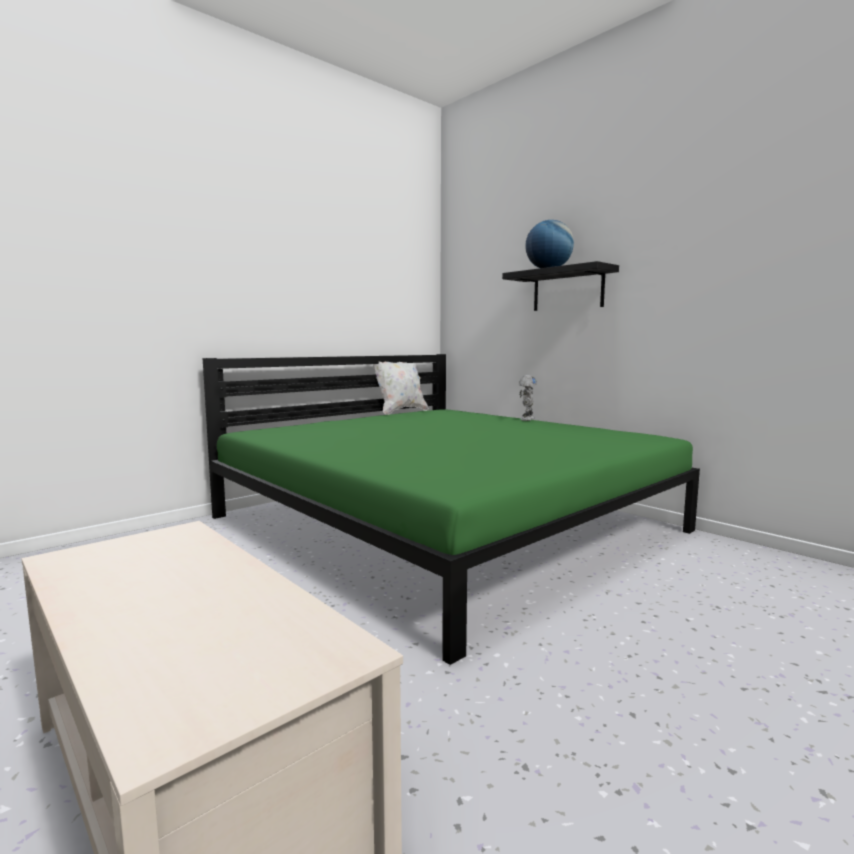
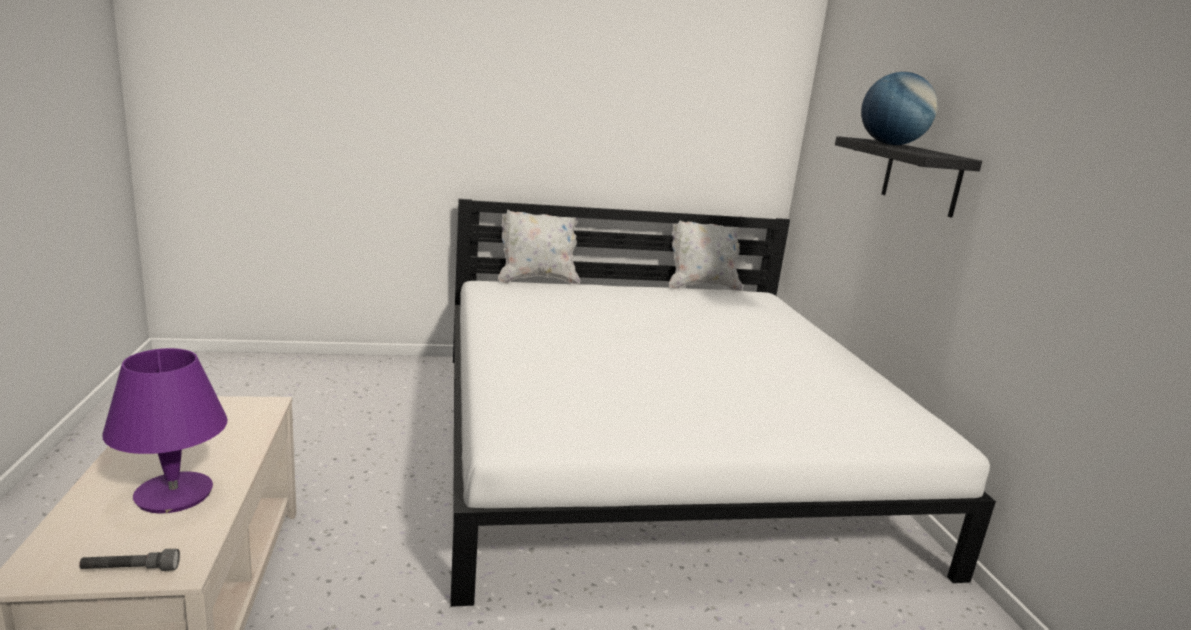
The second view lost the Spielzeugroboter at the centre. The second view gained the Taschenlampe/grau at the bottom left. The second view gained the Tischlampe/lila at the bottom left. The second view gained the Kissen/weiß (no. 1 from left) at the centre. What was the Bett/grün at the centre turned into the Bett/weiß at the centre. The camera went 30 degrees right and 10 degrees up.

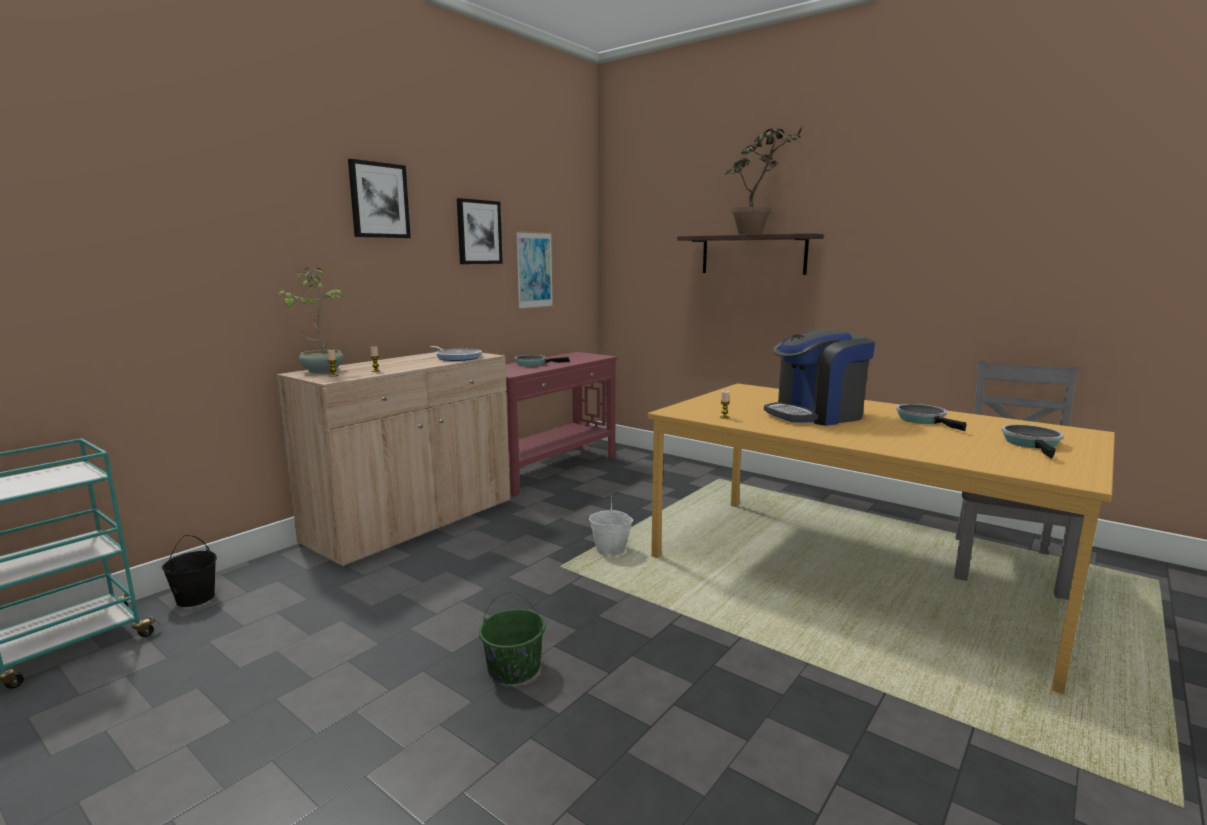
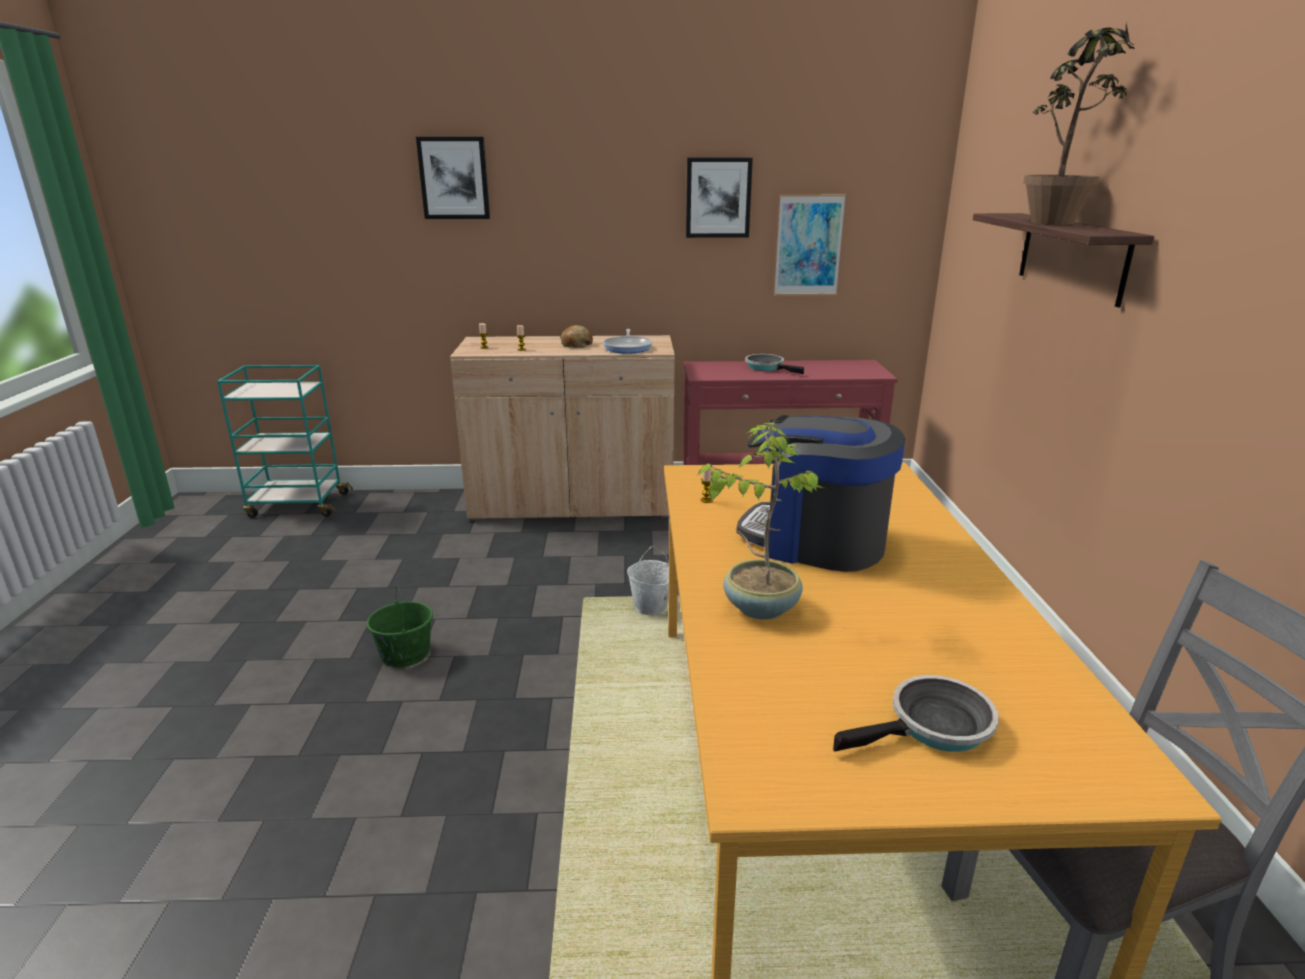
The second view lost the Eimer/schwarz at the bottom left. The second view lost the Pfanne (no. 3 from left) at the middle right. The second view gained the Brot at the centre. The Topfpflanze (no. 1 from left) ended up elsewhere, having gone from the middle left to the centre. The Bild (no. 1 from left) ended up elsewhere, having gone from the top left to the top centre. The camera went 50 degrees right and 10 degrees up.

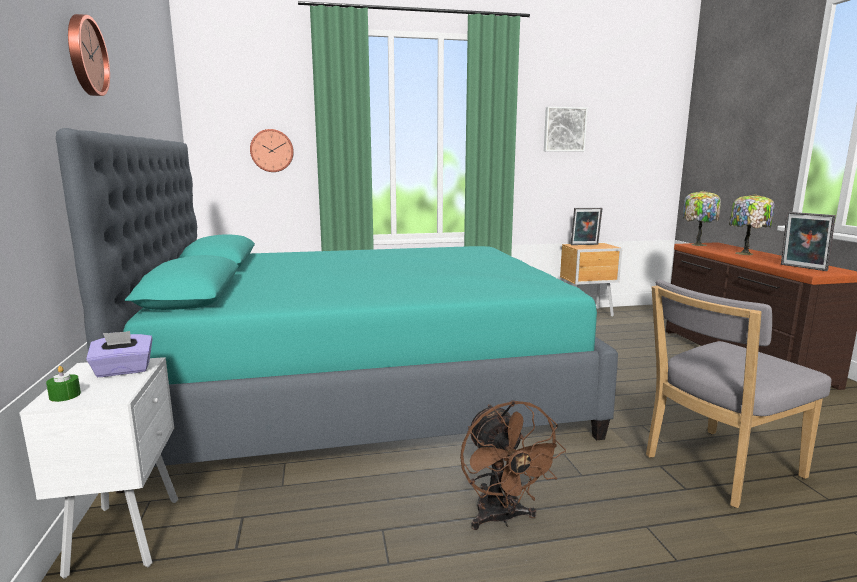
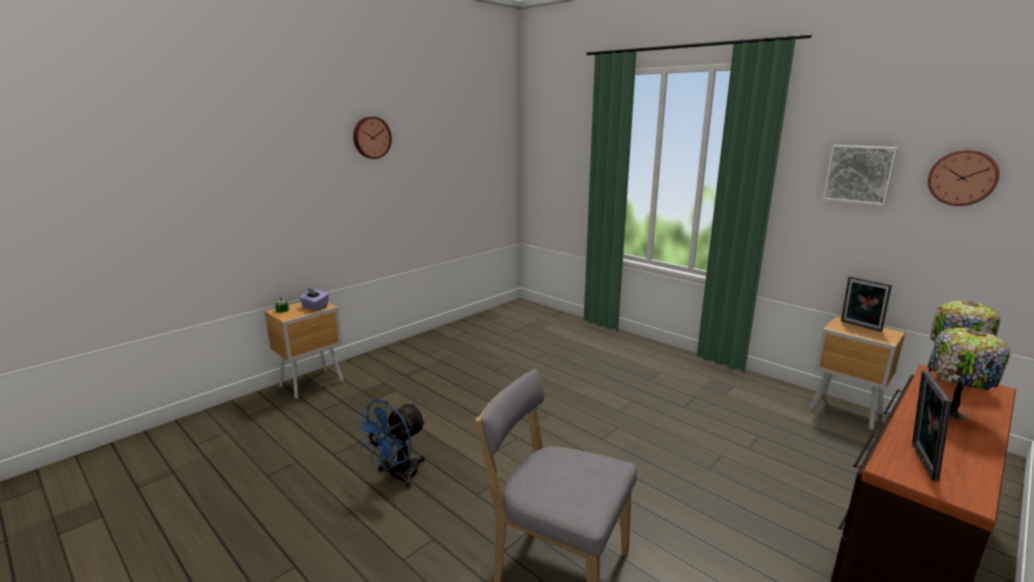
The second view lost the Bett/türkis at the centre. The Wanduhr (no. 2 from left) ended up elsewhere, having gone from the top left to the top right. What was the Nachttisch/weiß at the bottom left turned into the Nachttisch/braun (no. 1 from left) at the middle left. What was the Ventilator/braun at the bottom centre turned into the Ventilator/blau at the bottom centre. The camera went 55 degrees right and 5 degrees up.

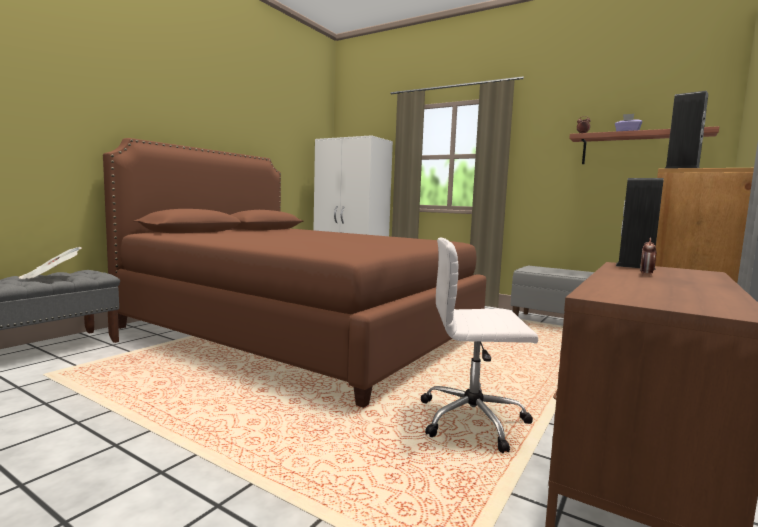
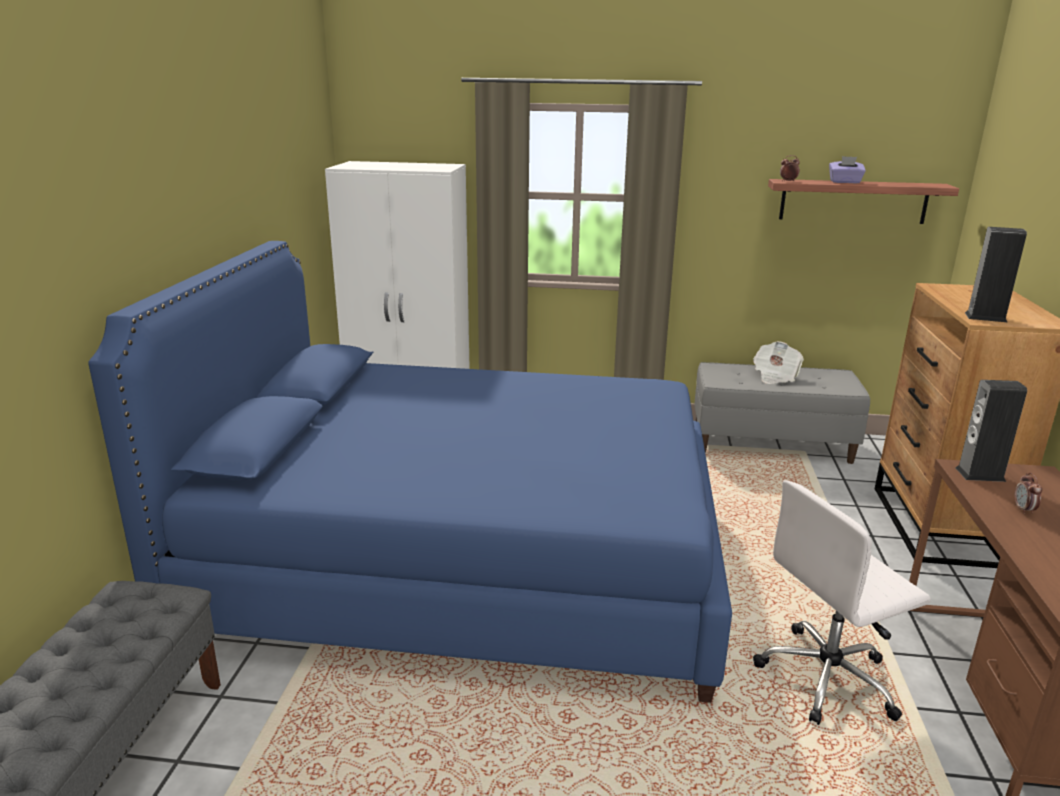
The Zeitung ended up elsewhere, having gone from the middle left to the middle right. What was the Bett/braun at the centre turned into the Bett/blau at the centre. The camera went 25 degrees left and 15 degrees up.

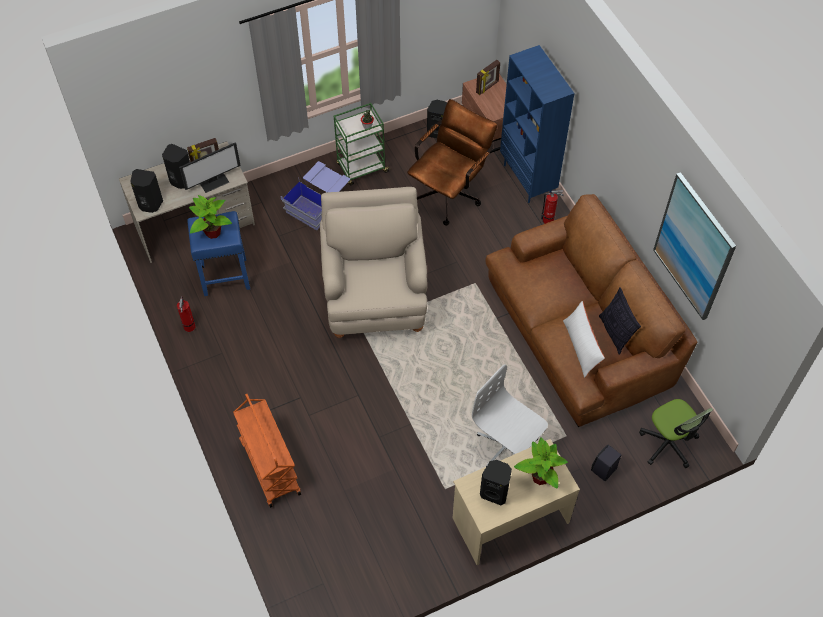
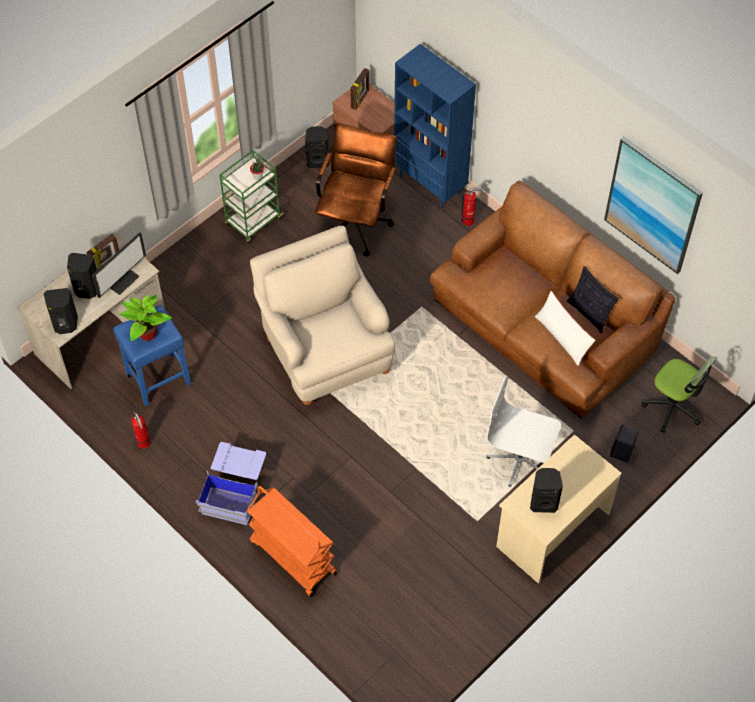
The second view lost the Topfpflanze (no. 3 from left) at the bottom centre. The Aufbewahrungsbox/blau ended up elsewhere, having gone from the top centre to the bottom left. The camera went 20 degrees left and 0 degrees up.

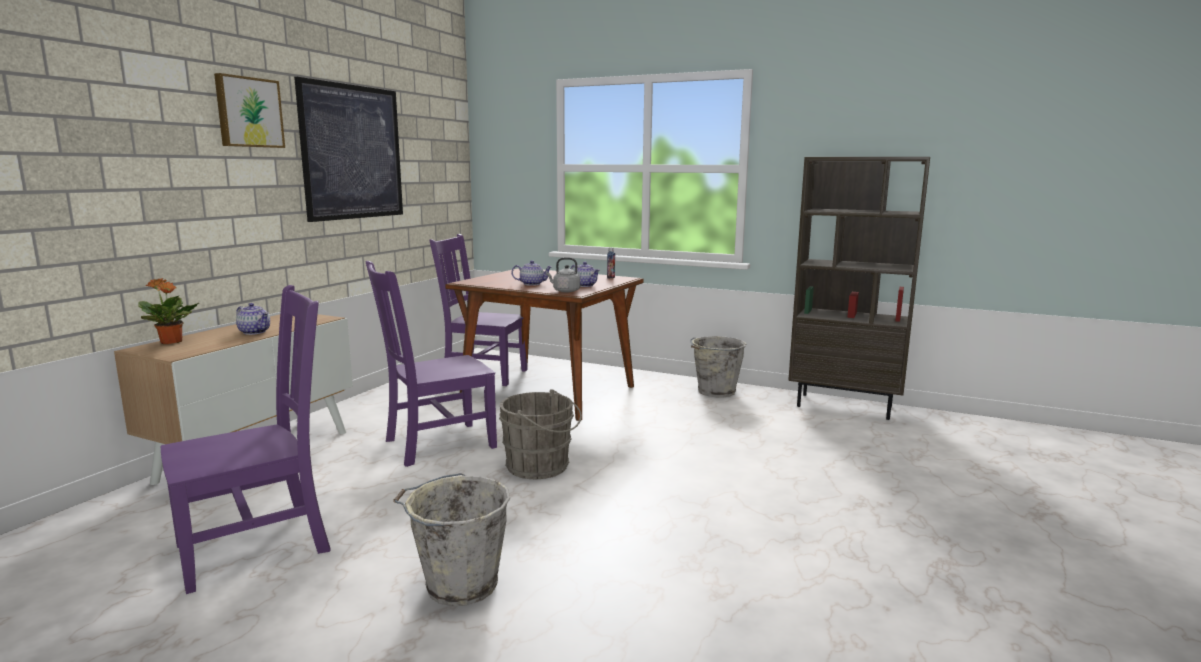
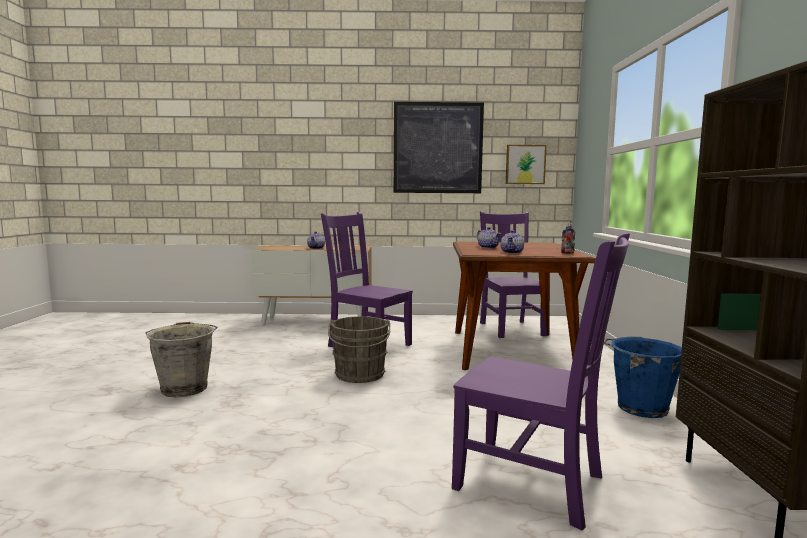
The second view lost the Topfpflanze at the middle left. The second view lost the Wasserkessel/grau at the centre. The Stuhl/lila (no. 1 from left in the first image) ended up elsewhere, having gone from the middle left to the bottom right. The Bild (no. 1 from left in the first image) ended up elsewhere, having gone from the top left to the top centre. What was the Eimer/grau (no. 3 from left) at the centre turned into the Eimer/blau at the bottom right. The camera went 65 degrees right and 5 degrees down.

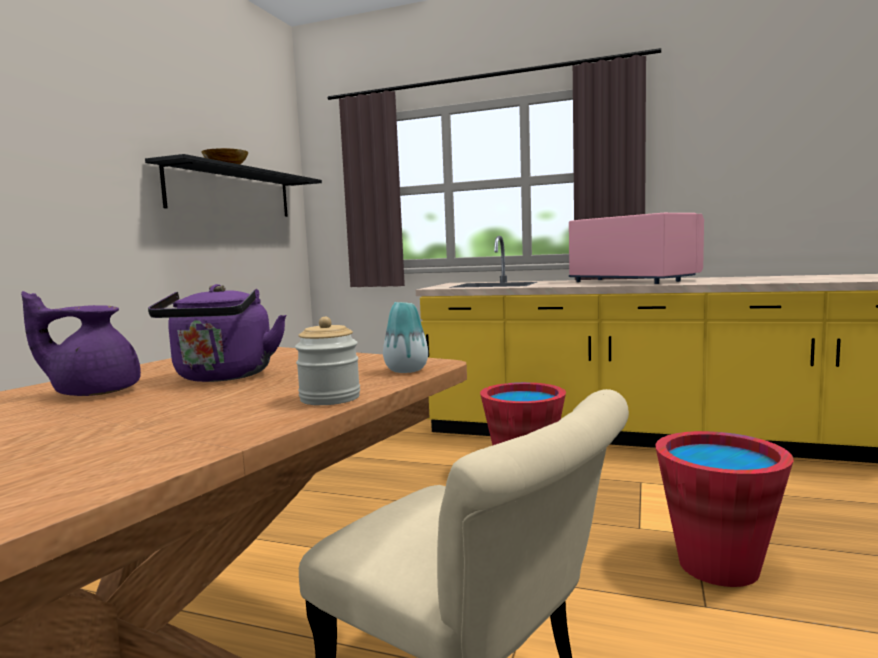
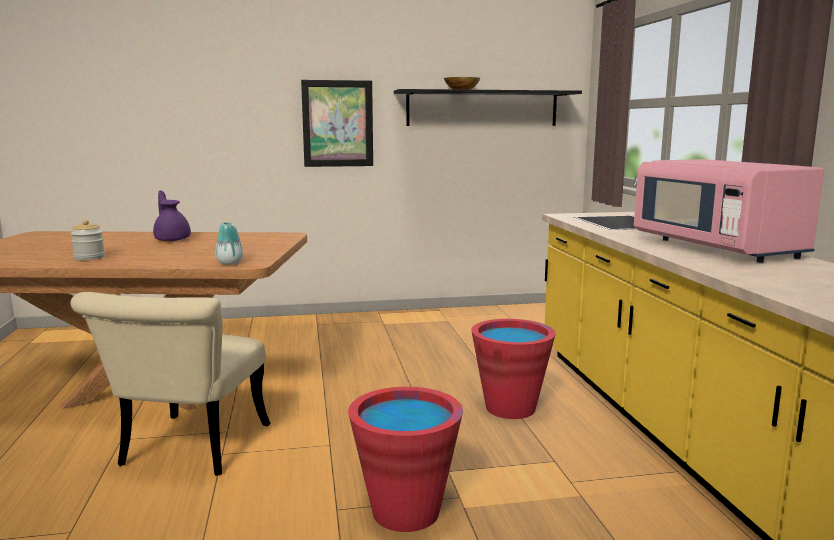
The second view lost the Wasserkessel/lila at the middle left. The second view gained the Bild at the top centre. The Vorratsglas ended up elsewhere, having gone from the centre to the middle left. The Mikrowelle/rosa at the middle right ended up facing another way, 135 degrees clockwise from before. The camera went 60 degrees right and 5 degrees up.

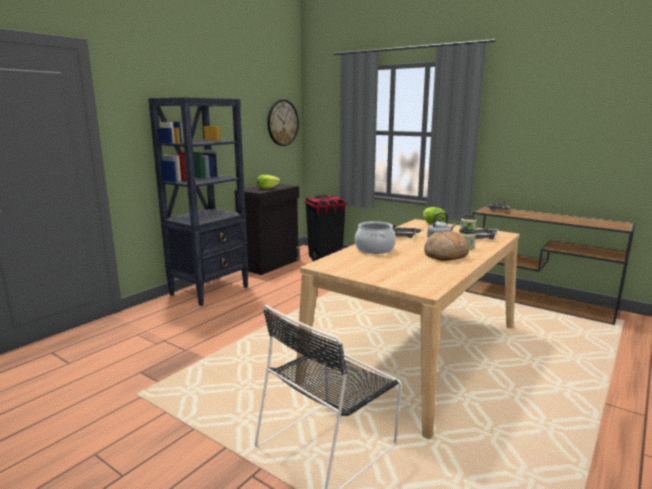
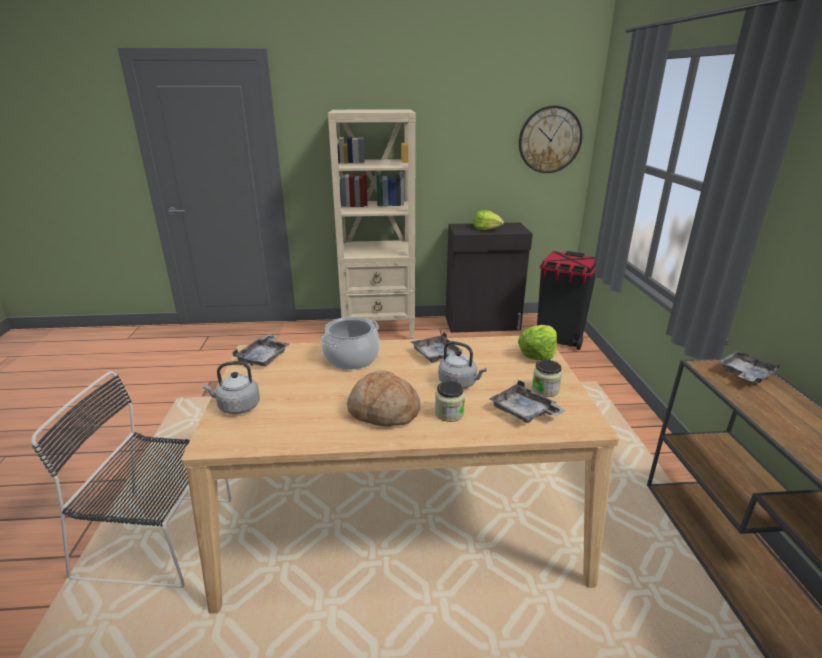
The second view gained the Wasserkessel/grau (no. 1 from left) at the middle left. The second view gained the Tablett/grau (no. 1 from left) at the middle left. What was the Bücherregal/schwarz at the middle left turned into the Bücherregal/beige at the centre. The camera went 50 degrees right and 10 degrees up.

